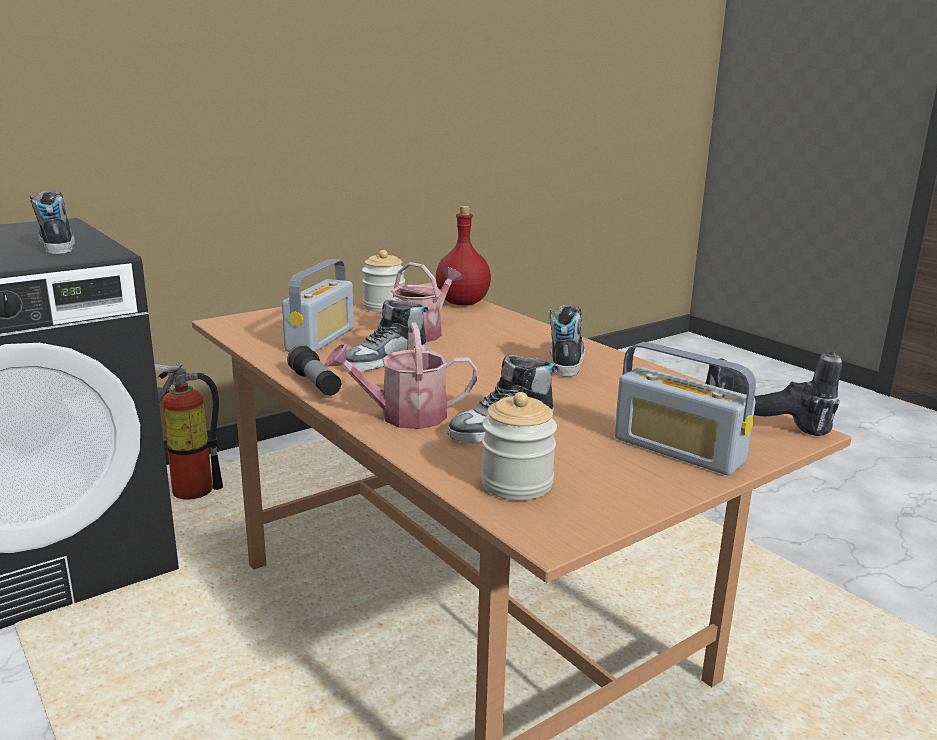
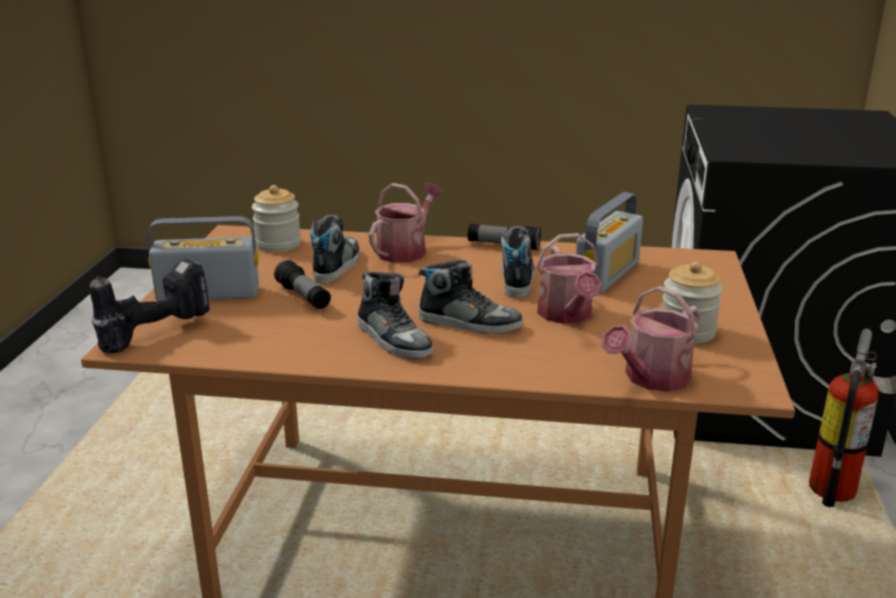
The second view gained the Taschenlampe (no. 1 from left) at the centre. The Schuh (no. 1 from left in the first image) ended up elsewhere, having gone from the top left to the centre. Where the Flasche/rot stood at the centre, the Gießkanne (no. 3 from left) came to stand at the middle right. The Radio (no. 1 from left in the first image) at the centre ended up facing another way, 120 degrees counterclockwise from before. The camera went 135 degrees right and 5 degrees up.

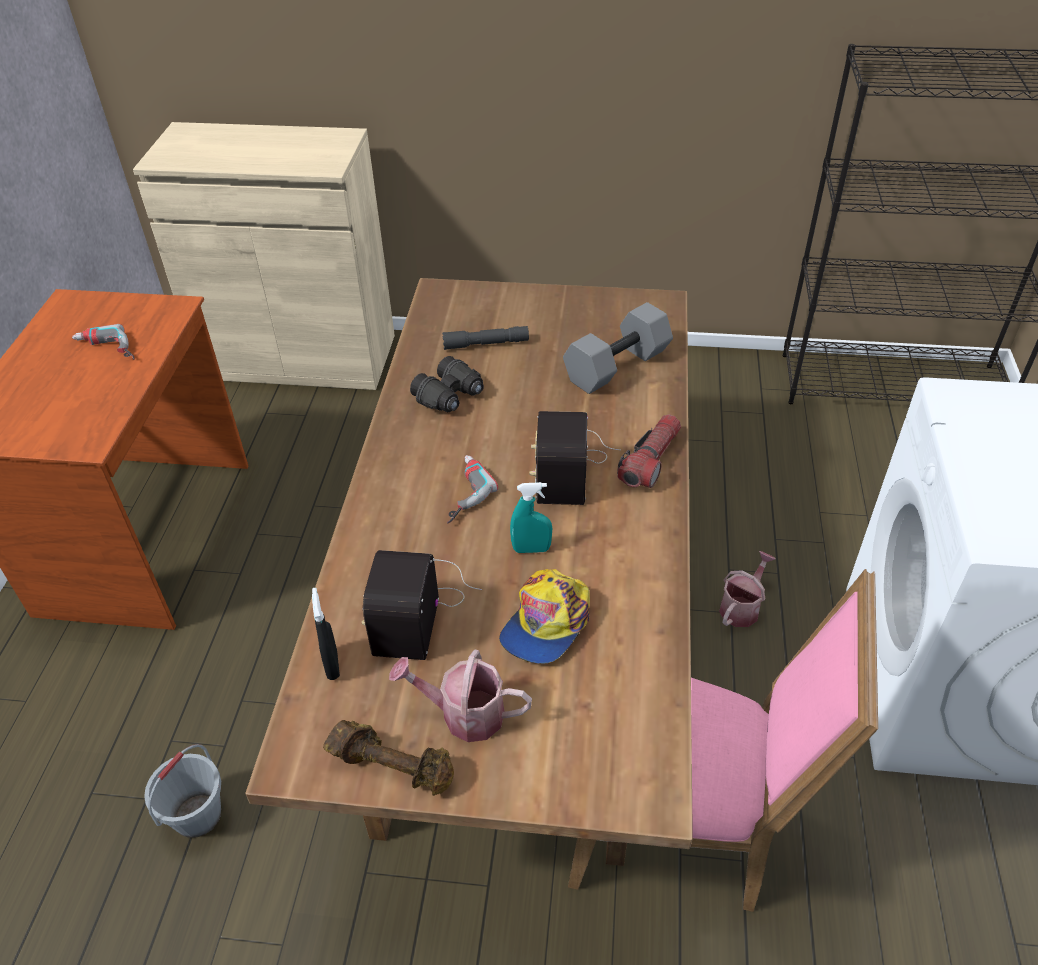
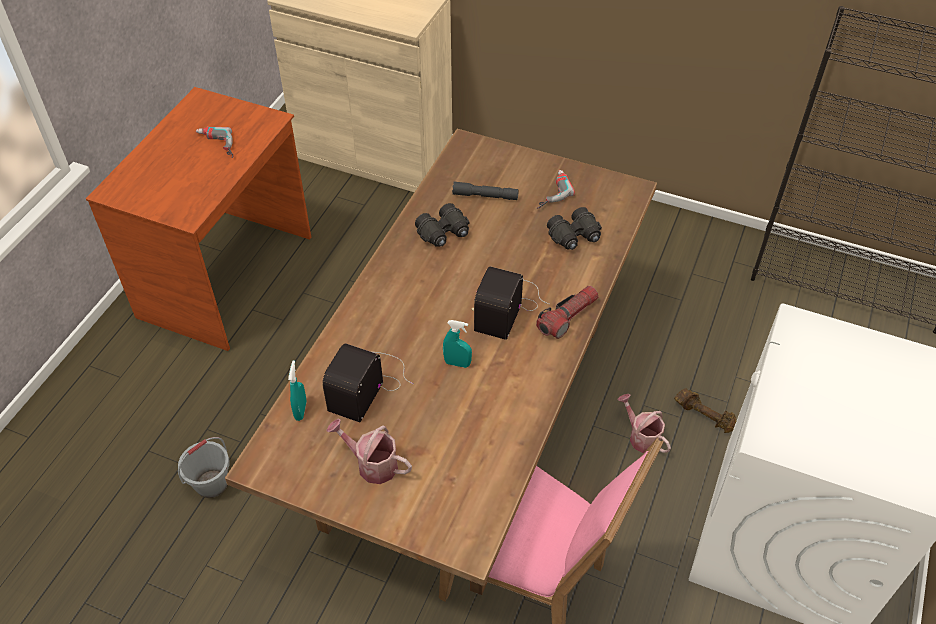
The second view lost the Kappe at the centre. The Hantel/braun ended up elsewhere, having gone from the bottom centre to the middle right. The Bohrmaschine (no. 2 from left) ended up elsewhere, having gone from the centre to the top centre. Where the Hantel/grau stood at the centre, the Fernglas/schwarz (no. 2 from left) came to stand at the centre. What was the Sprühflasche/schwarz at the middle left turned into the Sprühflasche/türkis (no. 1 from left) at the middle left. The Gießkanne (no. 2 from left) at the middle right ended up facing another way, 90 degrees counterclockwise from before. The camera went 15 degrees right and 5 degrees up.

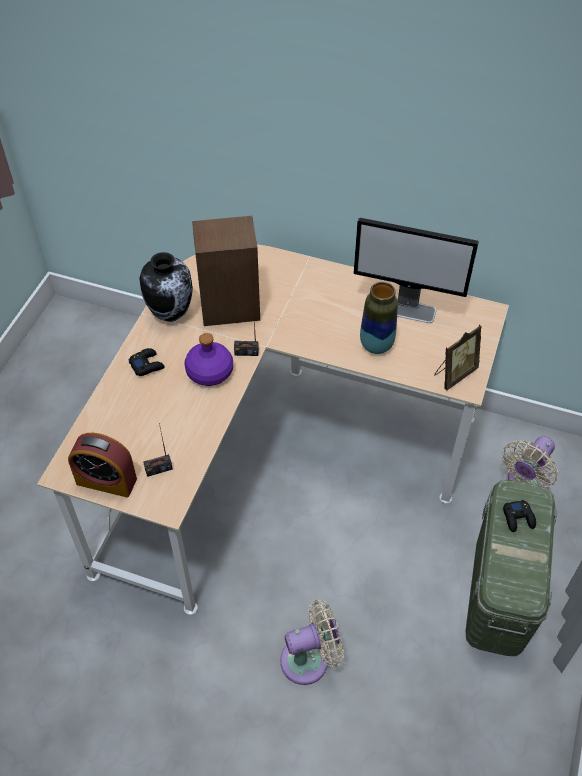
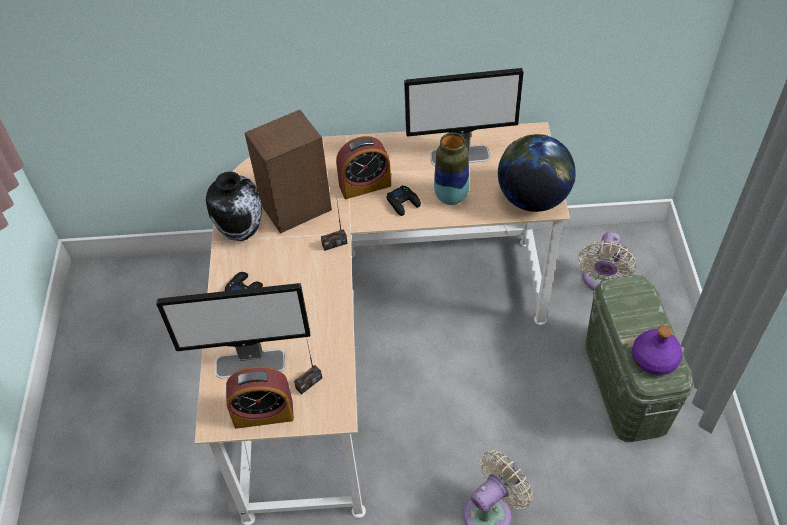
The second view gained the Monitor (no. 1 from left) at the middle left. The second view gained the Wecker (no. 2 from left) at the top centre. The Flasche/lila ended up elsewhere, having gone from the centre to the bottom right. The Gamepad/schwarz (no. 2 from left) ended up elsewhere, having gone from the middle right to the centre. Where the Bilderrahmen stood at the middle right, the Globus came to stand at the top right. The camera went 20 degrees left and 0 degrees up.

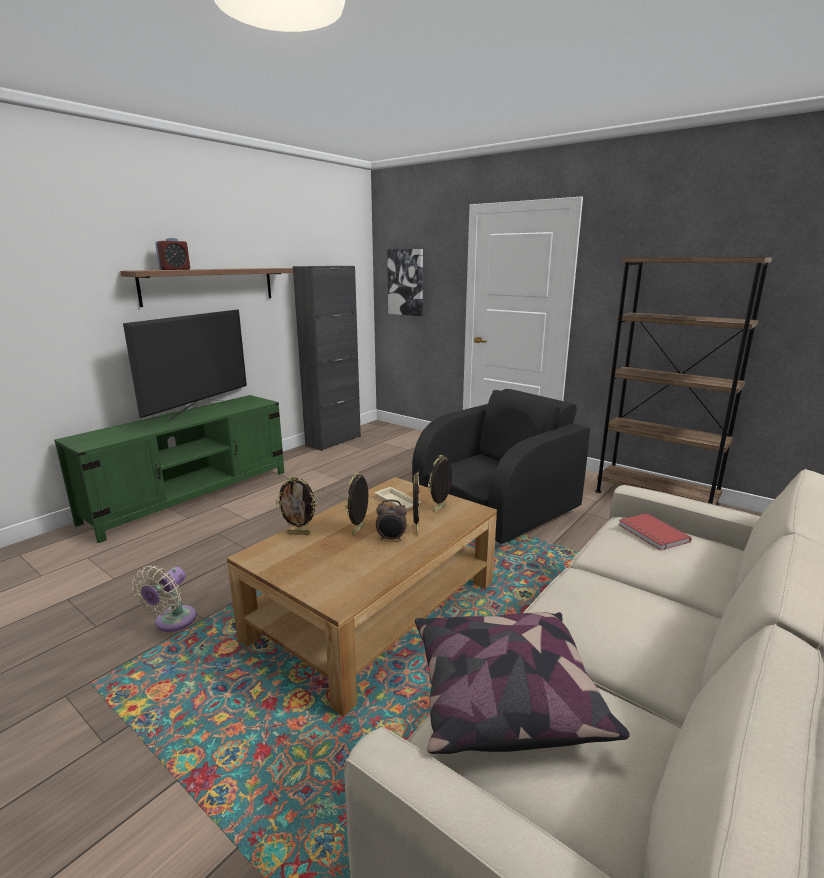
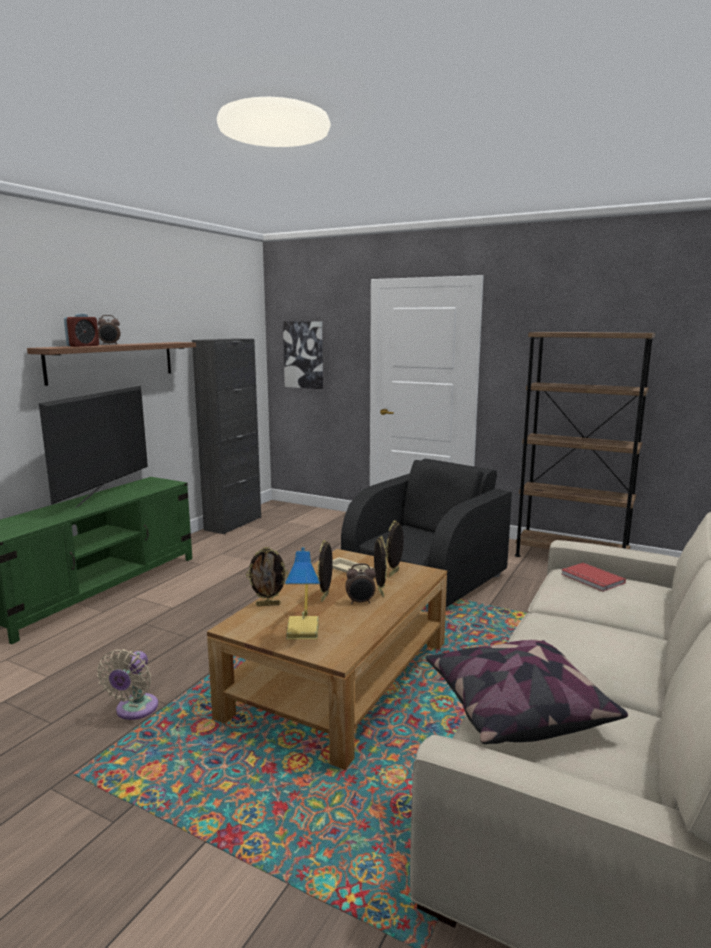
The second view gained the Wecker (no. 2 from left) at the middle left. The second view gained the Tischlampe at the centre. The camera went 10 degrees left and 5 degrees down.

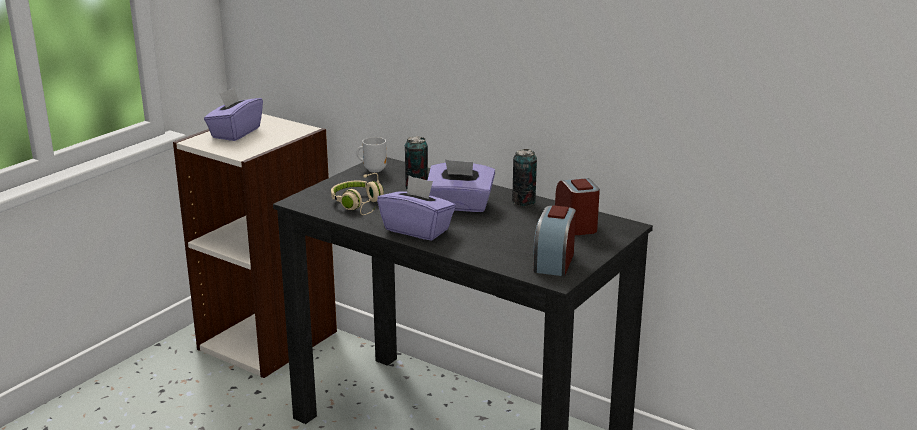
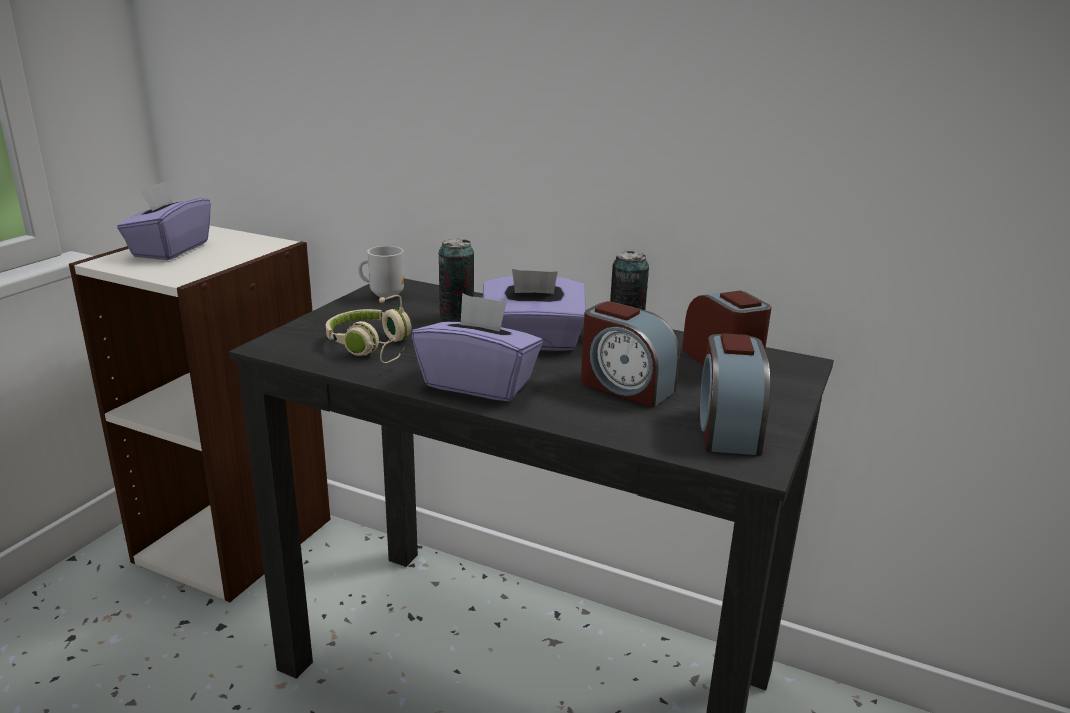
The second view gained the Wecker (no. 1 from left) at the centre. The camera went 10 degrees left and 0 degrees up.

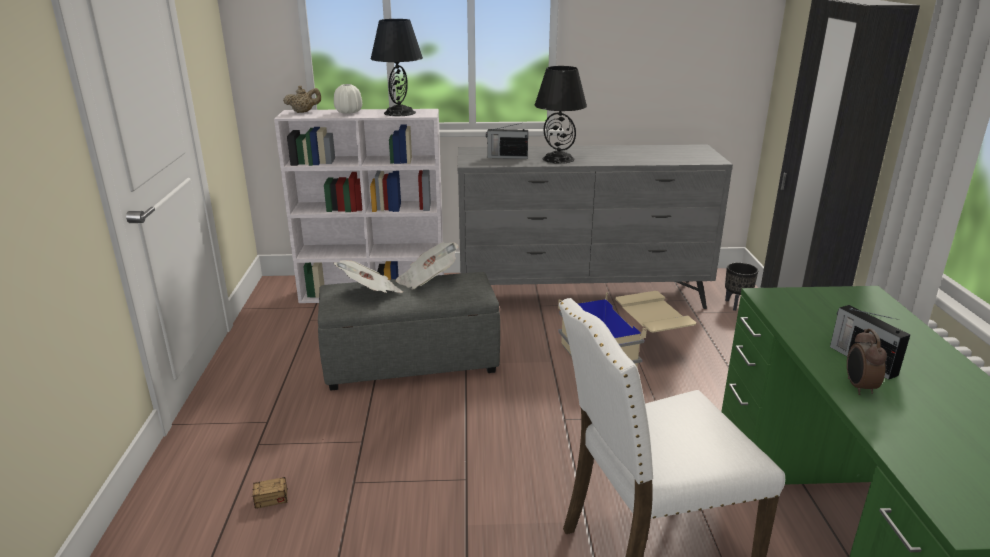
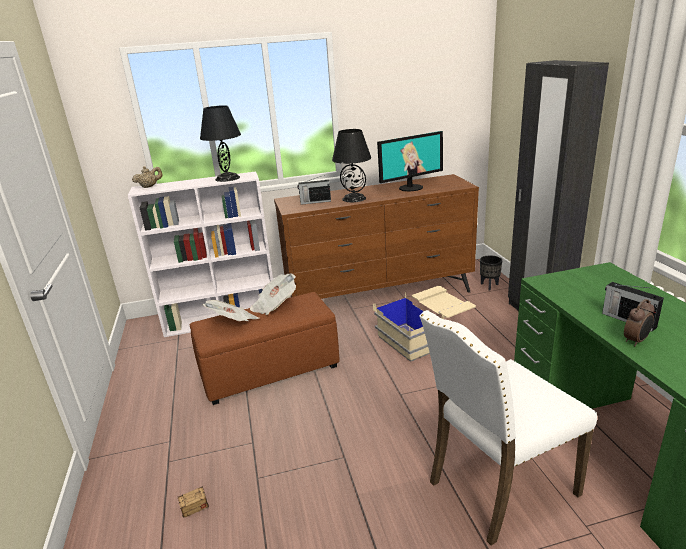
The second view lost the Vase/weiß at the top centre. The second view gained the Monitor at the top centre. What was the Polsterhocker/grau at the centre turned into the Polsterhocker/braun at the centre. What was the Kommode/grau at the centre turned into the Kommode/braun at the centre. The Wecker at the middle right ended up facing another way, 120 degrees counterclockwise from before. The camera went 10 degrees left and 0 degrees up.

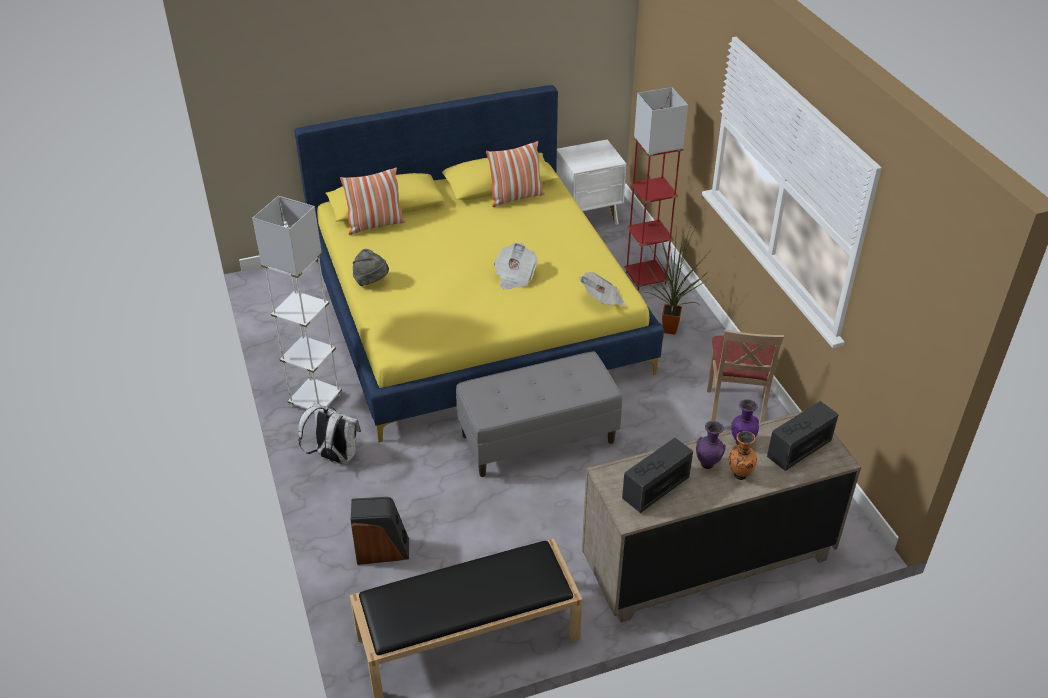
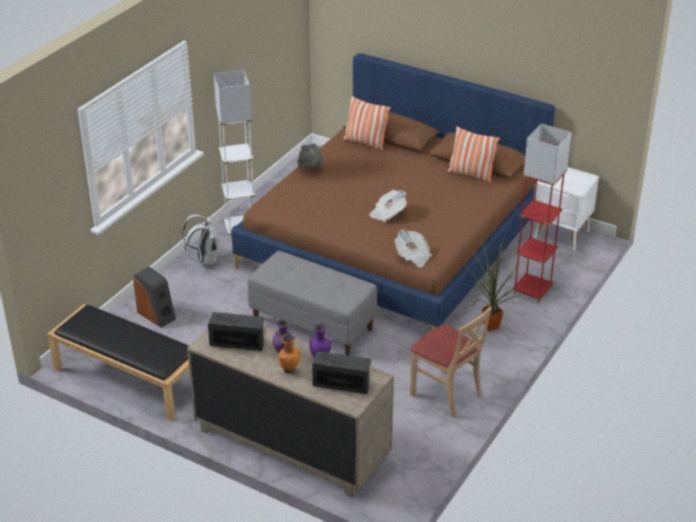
What was the Bett/gelb at the centre turned into the Bett/braun at the centre. The Stuhl/beige at the middle right ended up facing another way, 105 degrees counterclockwise from before. The camera went 50 degrees right and 5 degrees down.

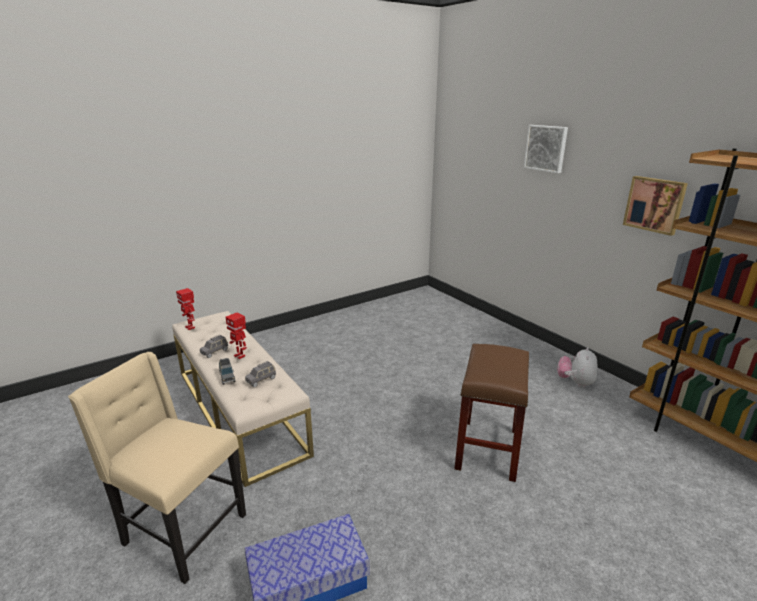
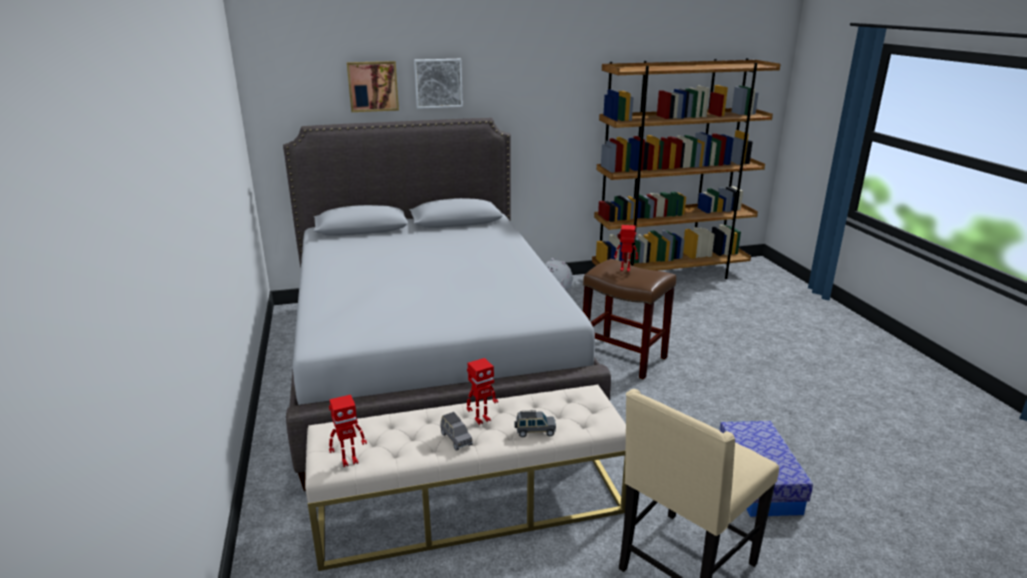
The second view lost the Spielzeugauto/grau (no. 3 from left) at the centre. The second view gained the Bett/grau at the centre. The second view gained the Spielzeugroboter (no. 3 from left) at the centre. The Bild (no. 2 from left in the first image) ended up elsewhere, having gone from the middle right to the top centre. The camera went 70 degrees left and 0 degrees up.

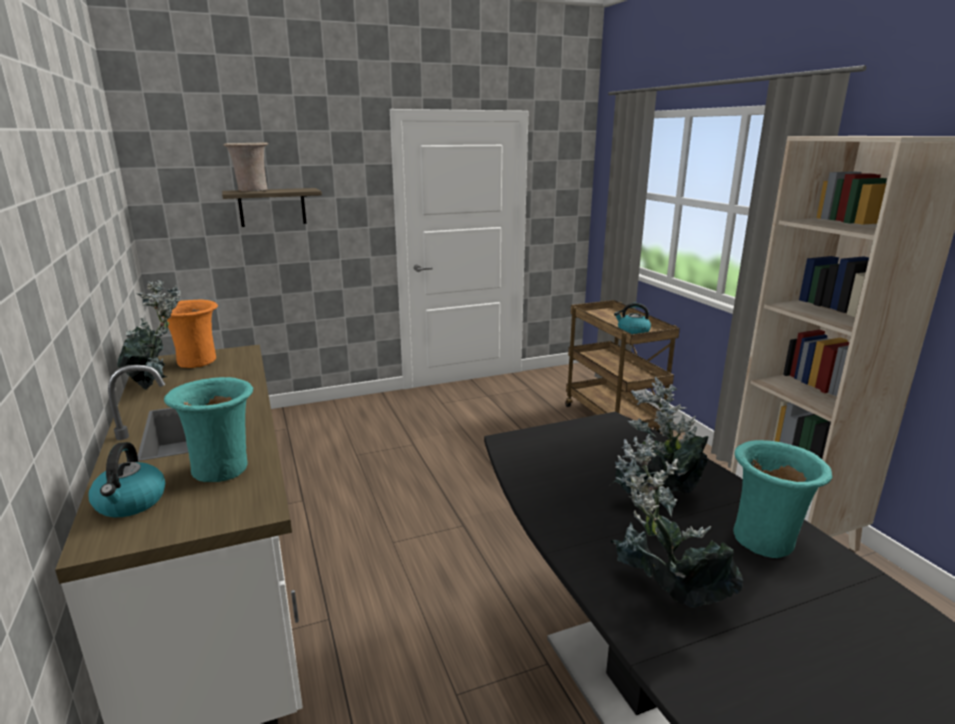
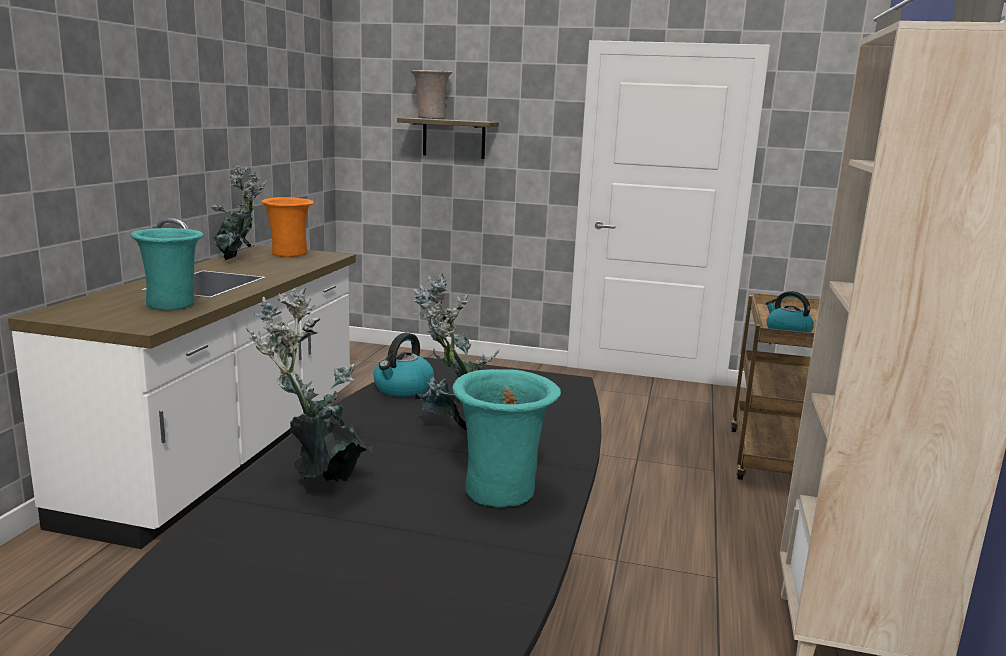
The Wasserkessel (no. 1 from left) ended up elsewhere, having gone from the middle left to the centre. The camera went 35 degrees right and 5 degrees down.

